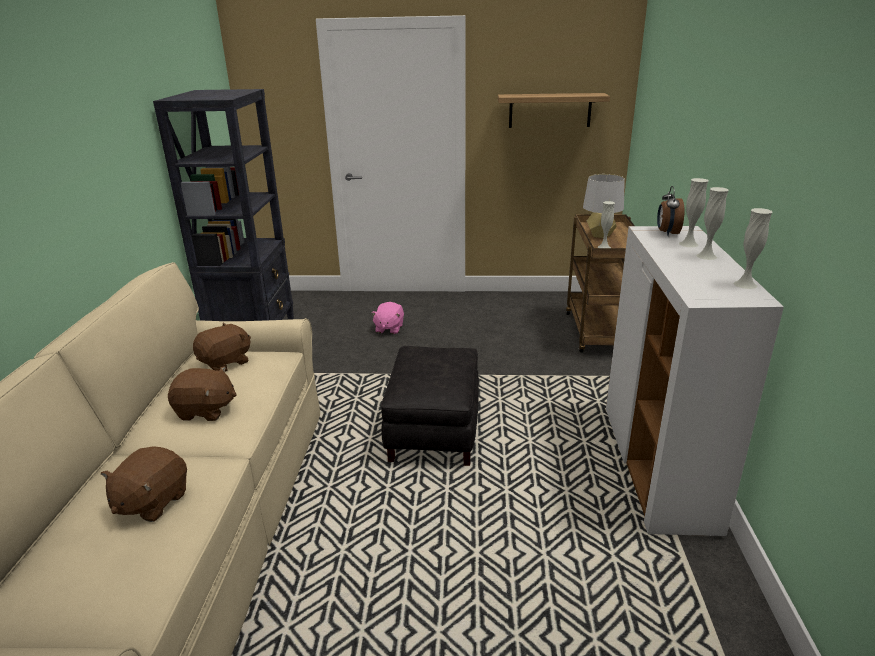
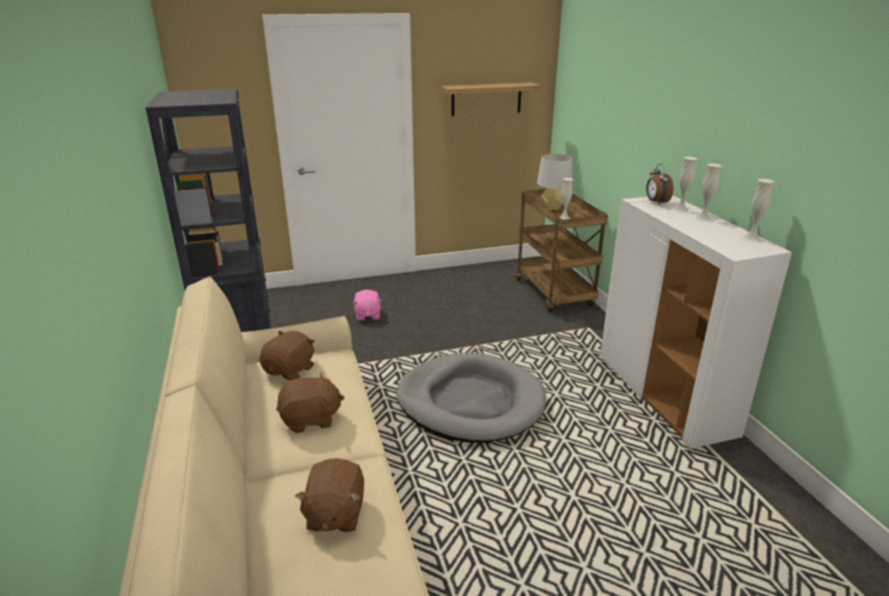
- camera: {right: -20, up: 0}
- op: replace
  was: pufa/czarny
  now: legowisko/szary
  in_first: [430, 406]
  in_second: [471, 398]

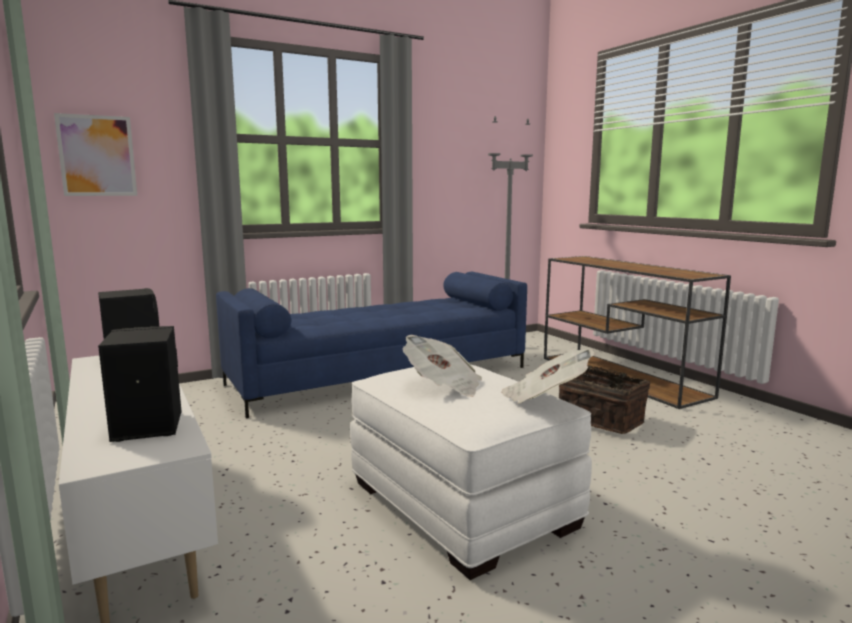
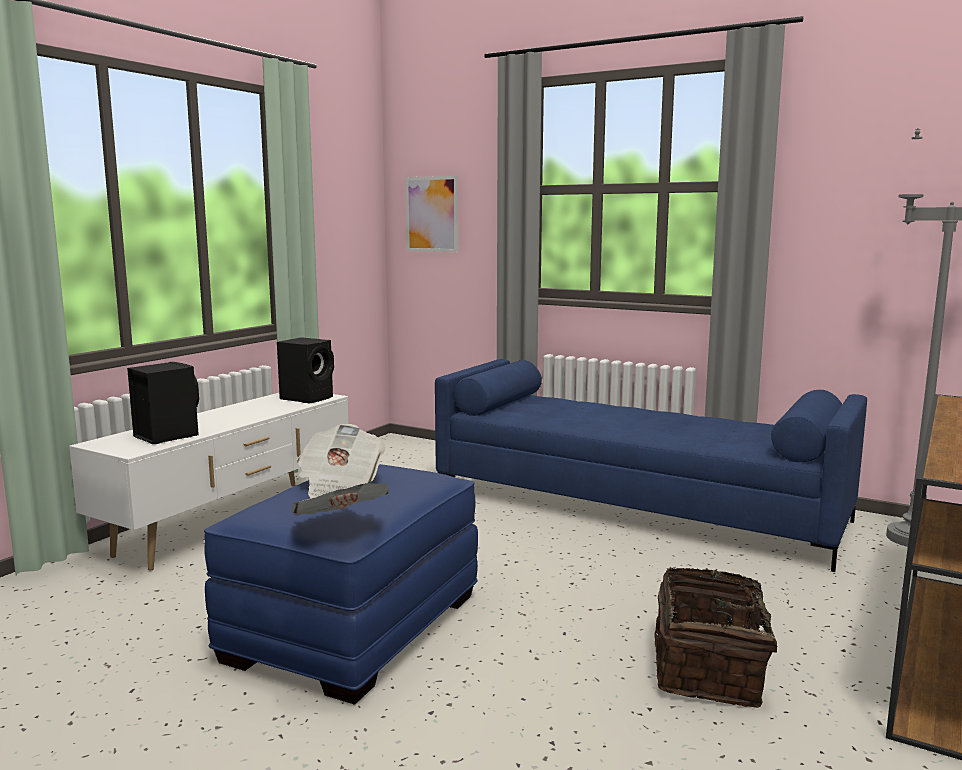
- camera: {right: 60, up: 0}
- op: recolor
  was: pufa/biały
  now: pufa/niebieski
  in_first: [471, 472]
  in_second: [341, 584]

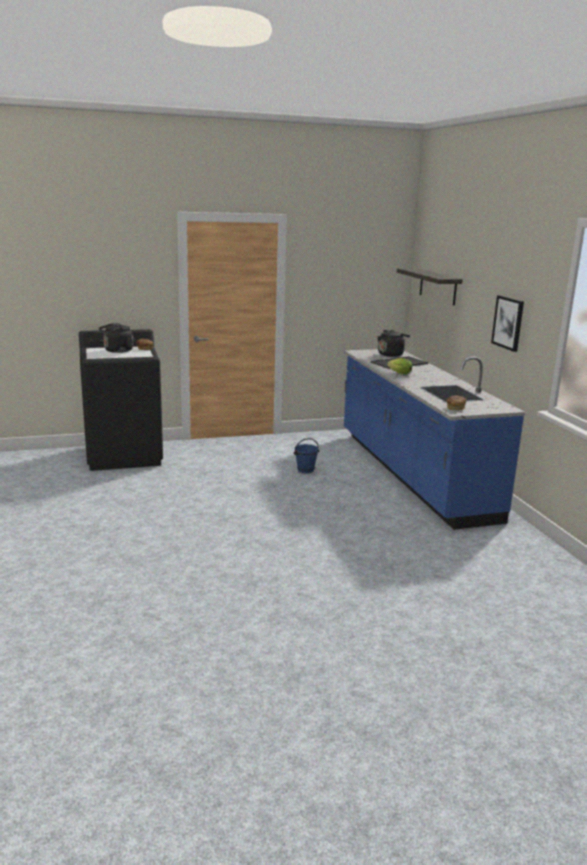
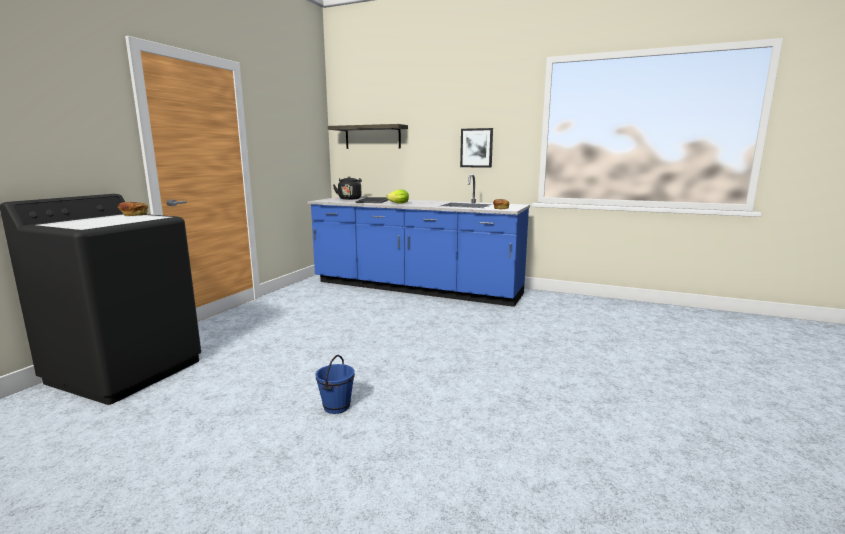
- camera: {right: -50, up: -5}
- op: delete
  was: czajnik/czarny
  in_first: [116, 338]
- op: move
  was: wiadro/niebieski
  in_first: [306, 455]
  in_second: [335, 384]

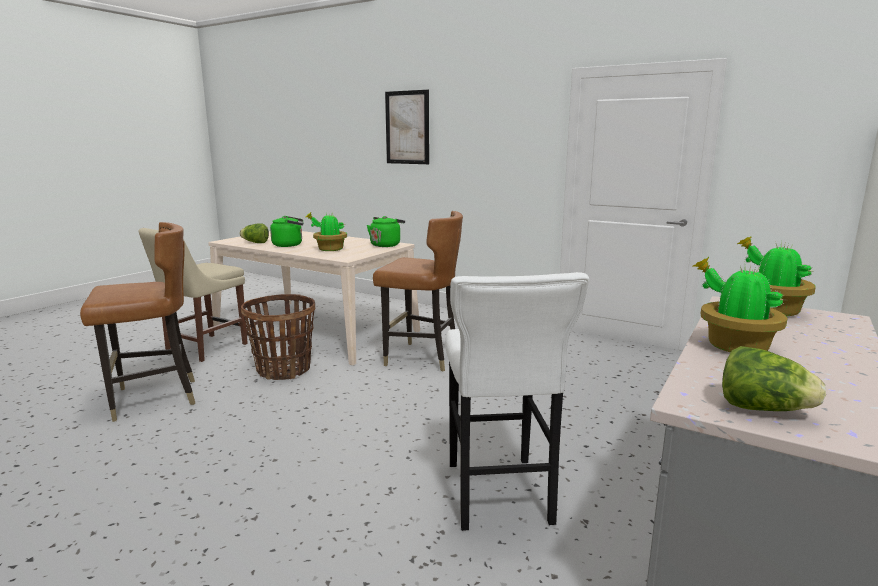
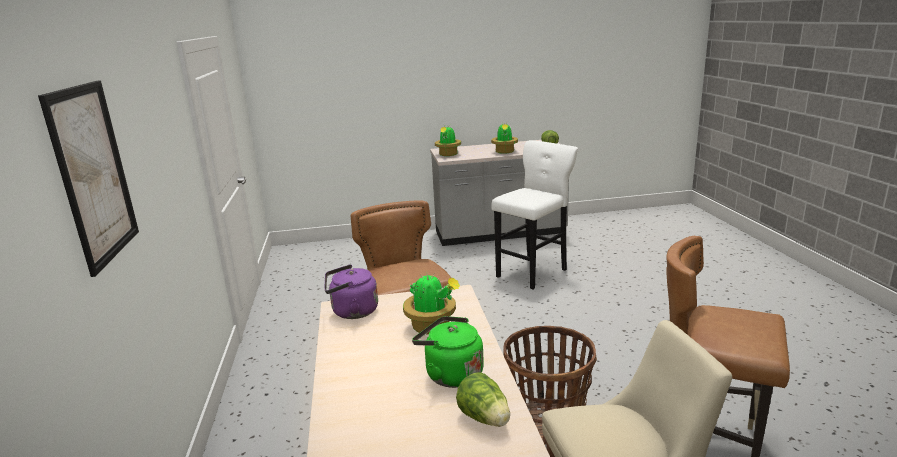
- camera: {right: -130, up: 5}
- op: recolor
  was: czajnik/zielony
  now: czajnik/fioletowy
  in_first: [386, 231]
  in_second: [351, 291]

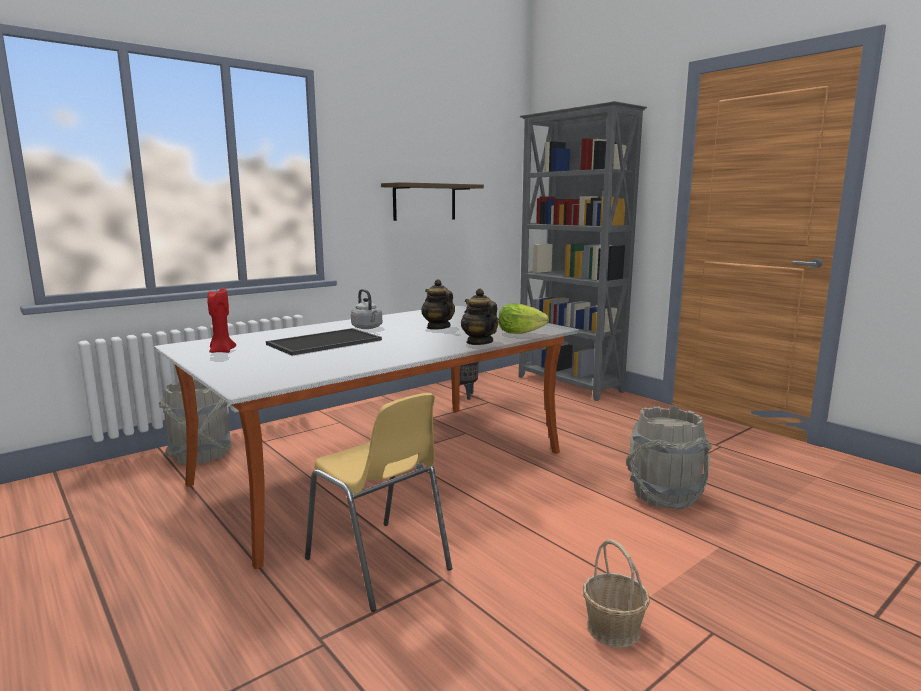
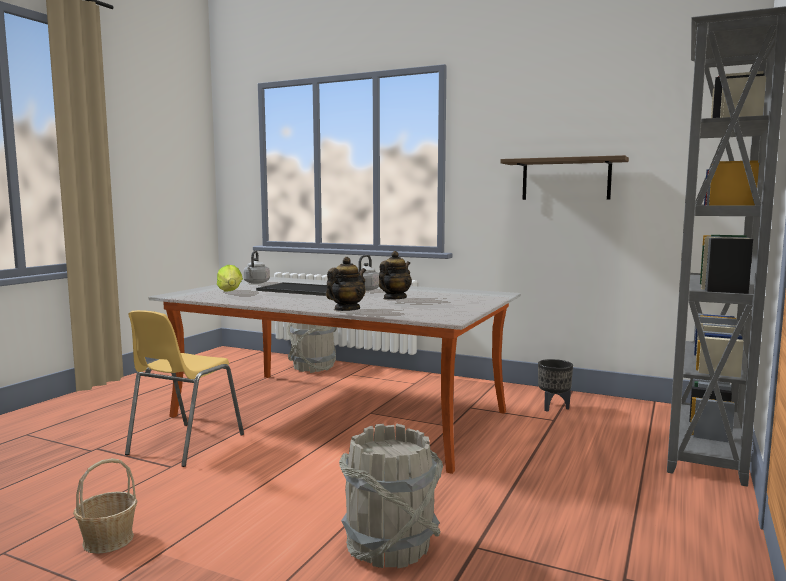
- camera: {right: 65, up: -5}
- op: replace
  was: świeca/czerwony
  now: czajnik/szary
  in_first: [221, 320]
  in_second: [256, 267]
- op: move
  was: sałata
  in_first: [524, 318]
  in_second: [230, 278]

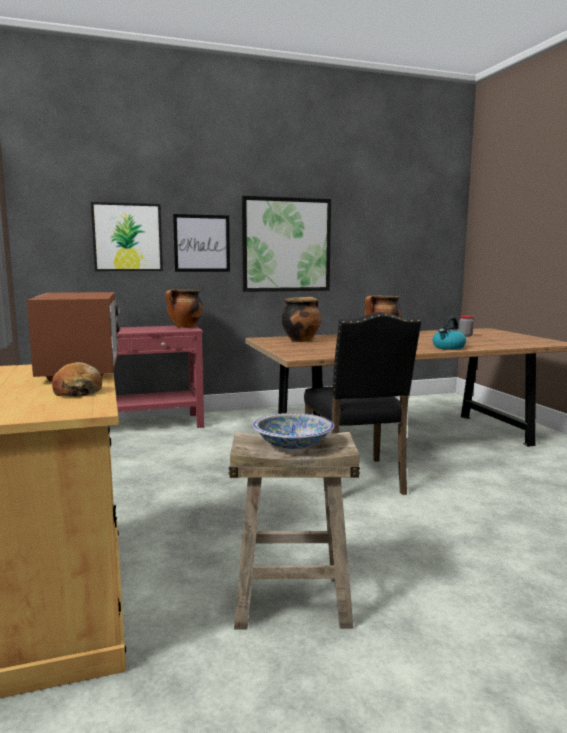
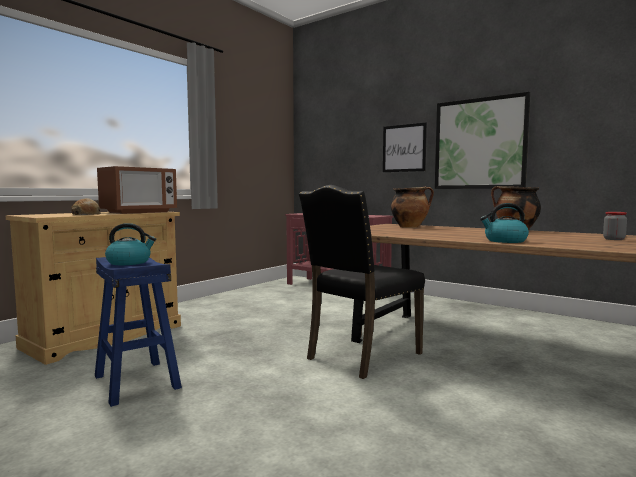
- camera: {right: 55, up: -5}
- op: delete
  was: obraz
  in_first: [127, 236]
- op: delete
  was: garnek
  in_first: [184, 308]
- op: replace
  was: miska
  now: czajnik
  in_first: [293, 431]
  in_second: [130, 244]
- op: recolor
  was: stołek/beżowy
  now: stołek/niebieski
  in_first: [294, 530]
  in_second: [138, 332]

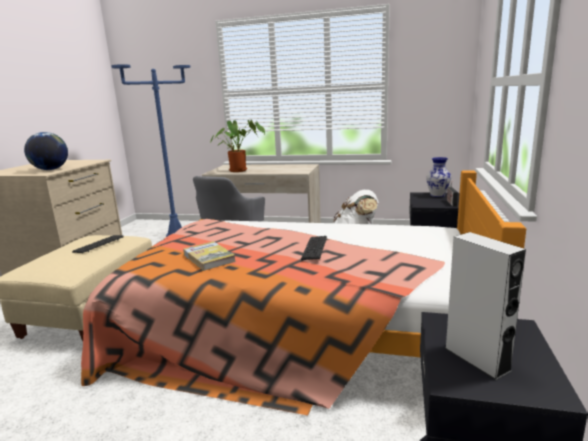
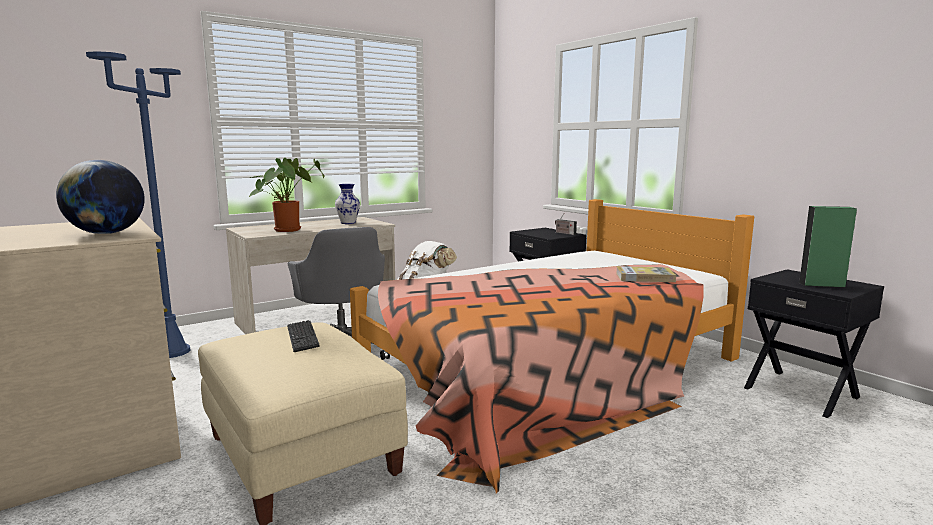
- camera: {right: -50, up: -5}
- op: move
  was: wazon
  in_first: [438, 177]
  in_second: [347, 204]
- op: recolor
  was: głośnik/szary
  now: głośnik/zielony
  in_first: [485, 306]
  in_second: [827, 247]
- op: delete
  was: klawiatura
  in_first: [314, 248]
- op: move
  was: książka
  in_first: [209, 256]
  in_second: [646, 274]

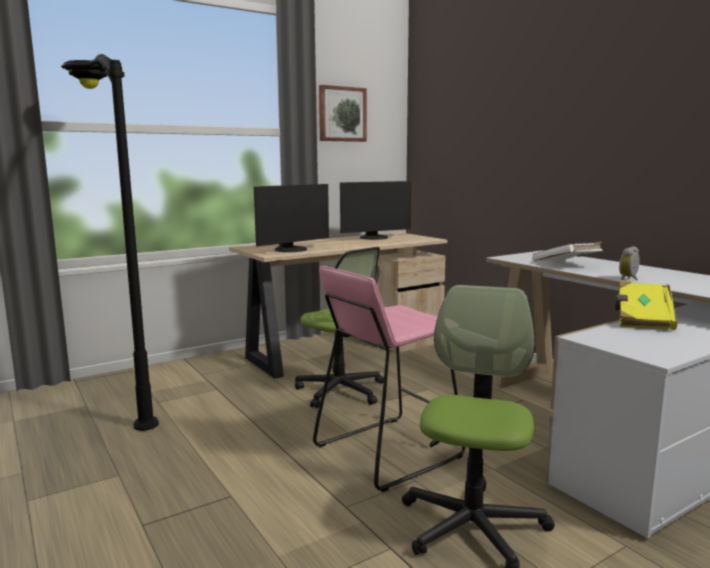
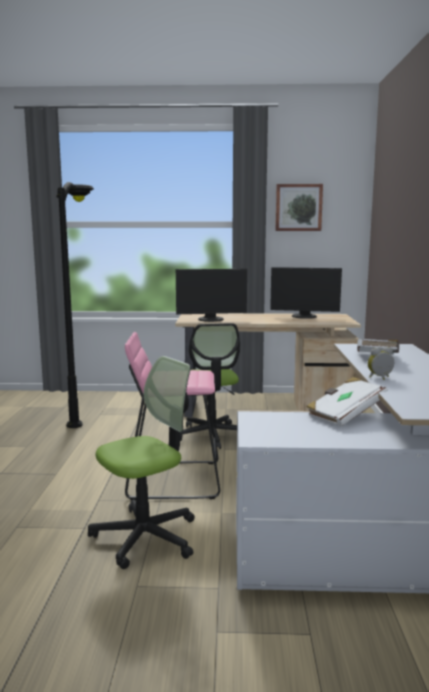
- camera: {right: 35, up: 0}
- op: recolor
  was: książka/żółty
  now: książka/biały
  in_first: [646, 305]
  in_second: [347, 402]

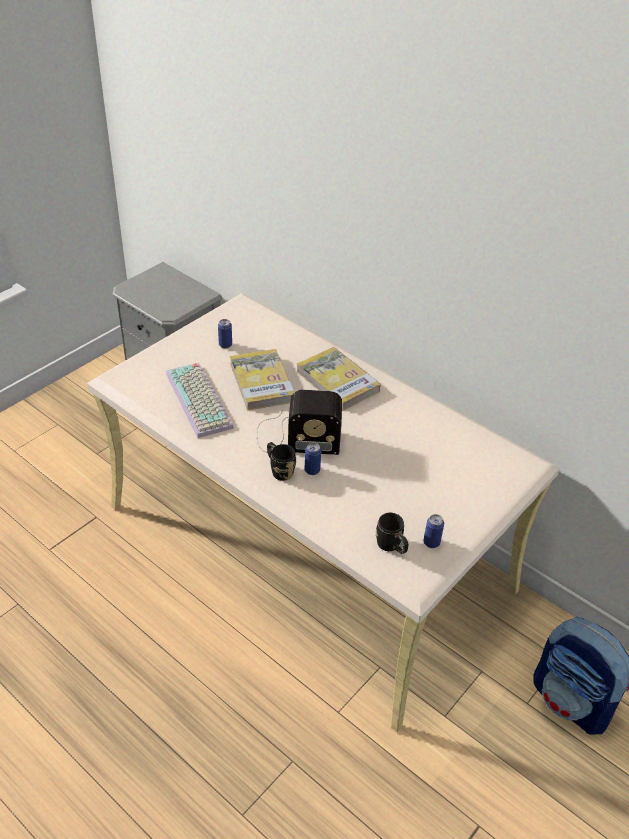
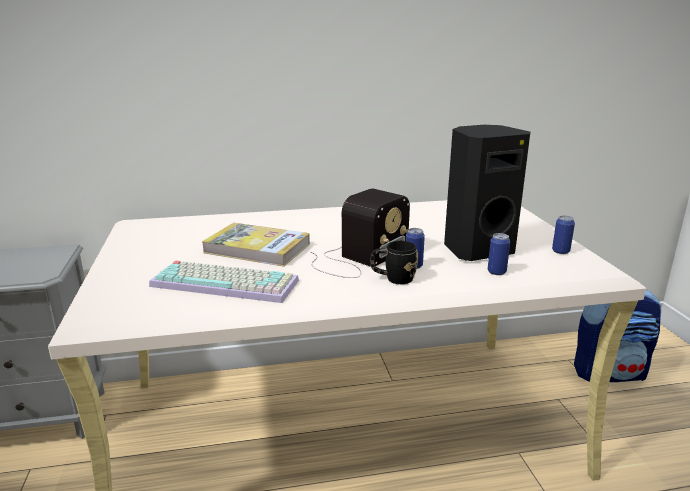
- camera: {right: -50, up: -20}
- op: move
  was: puszka
  in_first: [225, 333]
  in_second: [499, 254]
- op: delete
  was: książka
  in_first: [338, 379]
- op: delete
  was: kubek/czarny
  in_first: [392, 533]
- op: insert
  now: głośnik/czarny
  in_second: [487, 193]

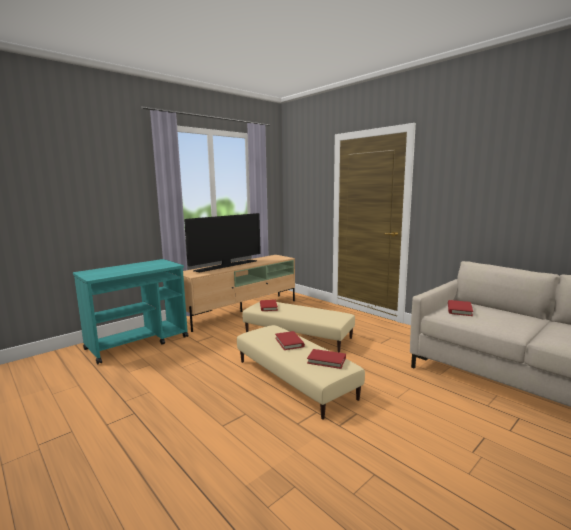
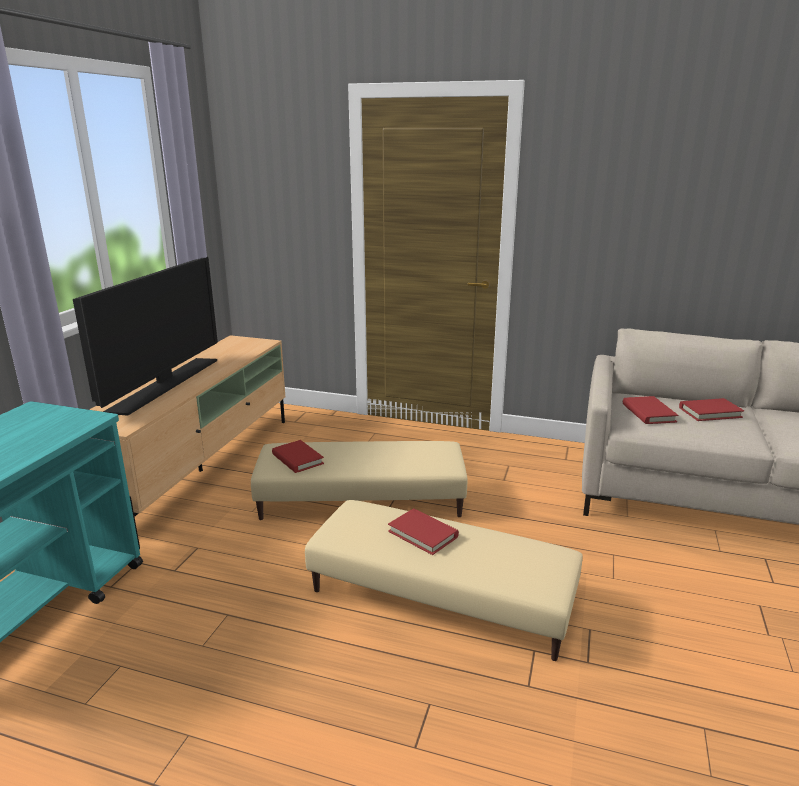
- camera: {right: -30, up: 10}
- op: move
  was: książka/czerwony
  in_first: [326, 359]
  in_second: [711, 409]

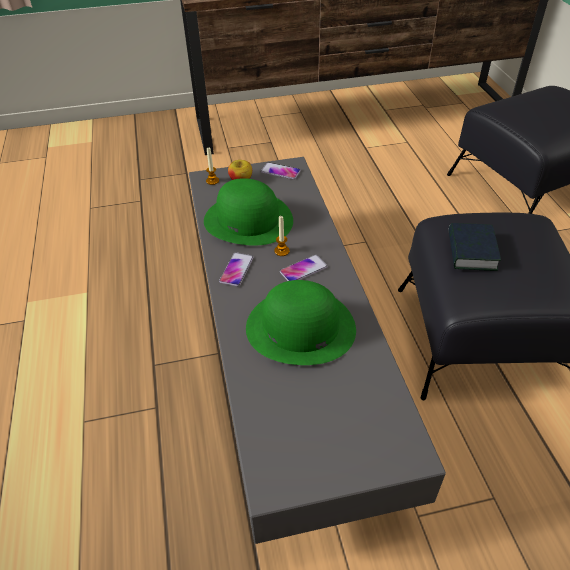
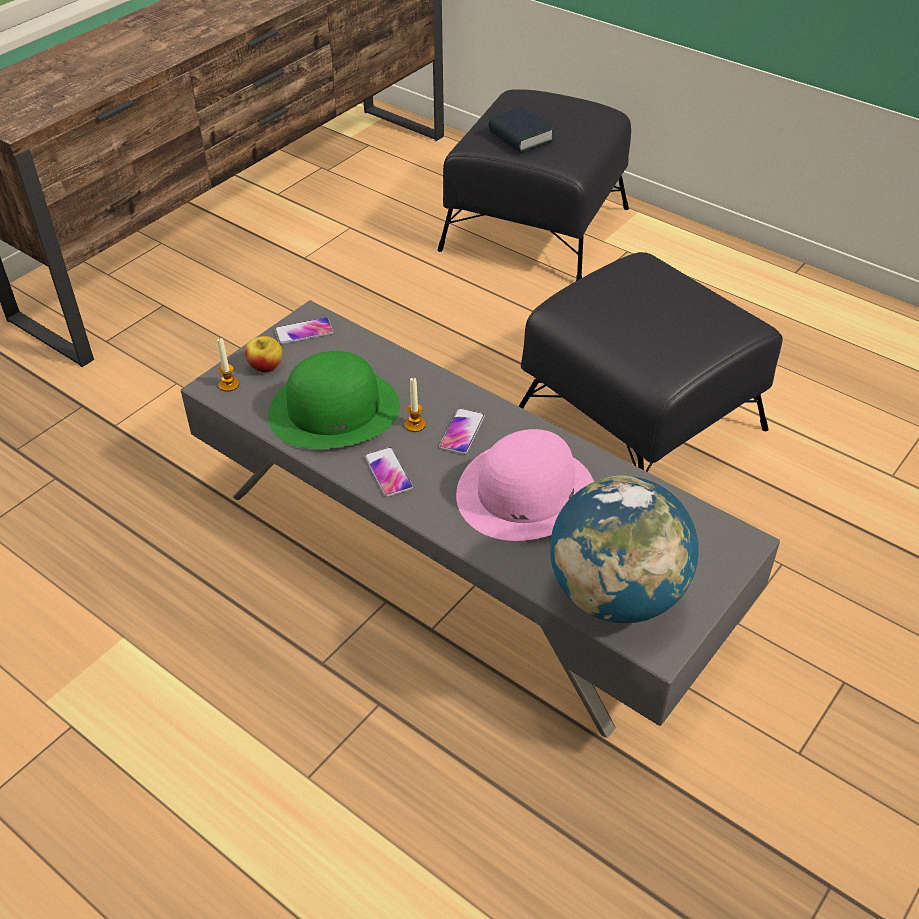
- camera: {right: -40, up: 0}
- op: move
  was: książka
  in_first: [475, 247]
  in_second: [521, 130]
- op: recolor
  was: kapelusz/zielony
  now: kapelusz/różowy
  in_first: [301, 322]
  in_second: [525, 485]
- op: insert
  now: globus
  in_second: [624, 549]

